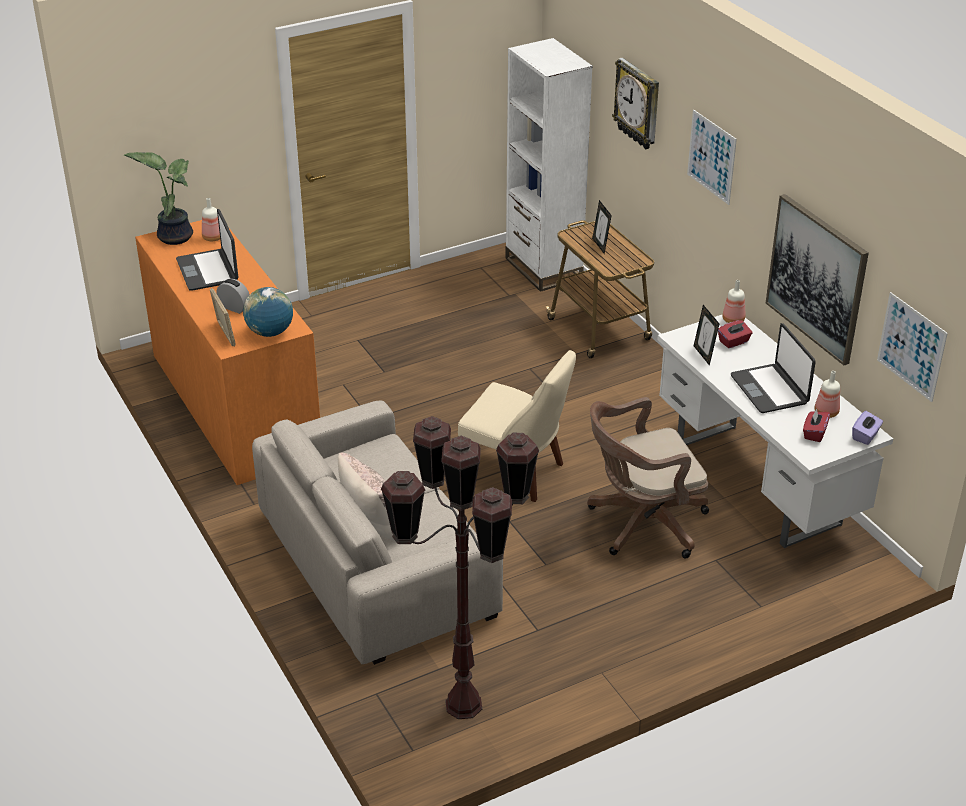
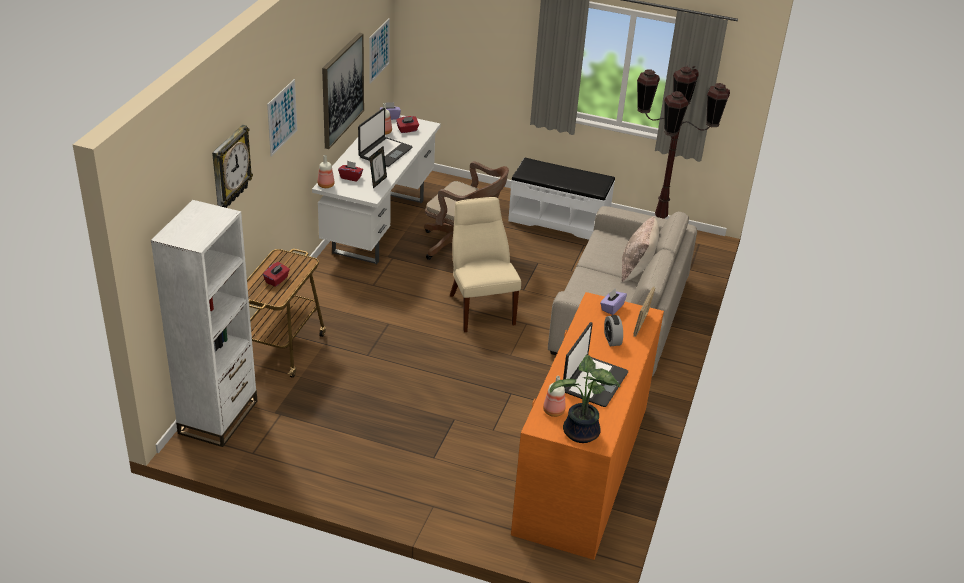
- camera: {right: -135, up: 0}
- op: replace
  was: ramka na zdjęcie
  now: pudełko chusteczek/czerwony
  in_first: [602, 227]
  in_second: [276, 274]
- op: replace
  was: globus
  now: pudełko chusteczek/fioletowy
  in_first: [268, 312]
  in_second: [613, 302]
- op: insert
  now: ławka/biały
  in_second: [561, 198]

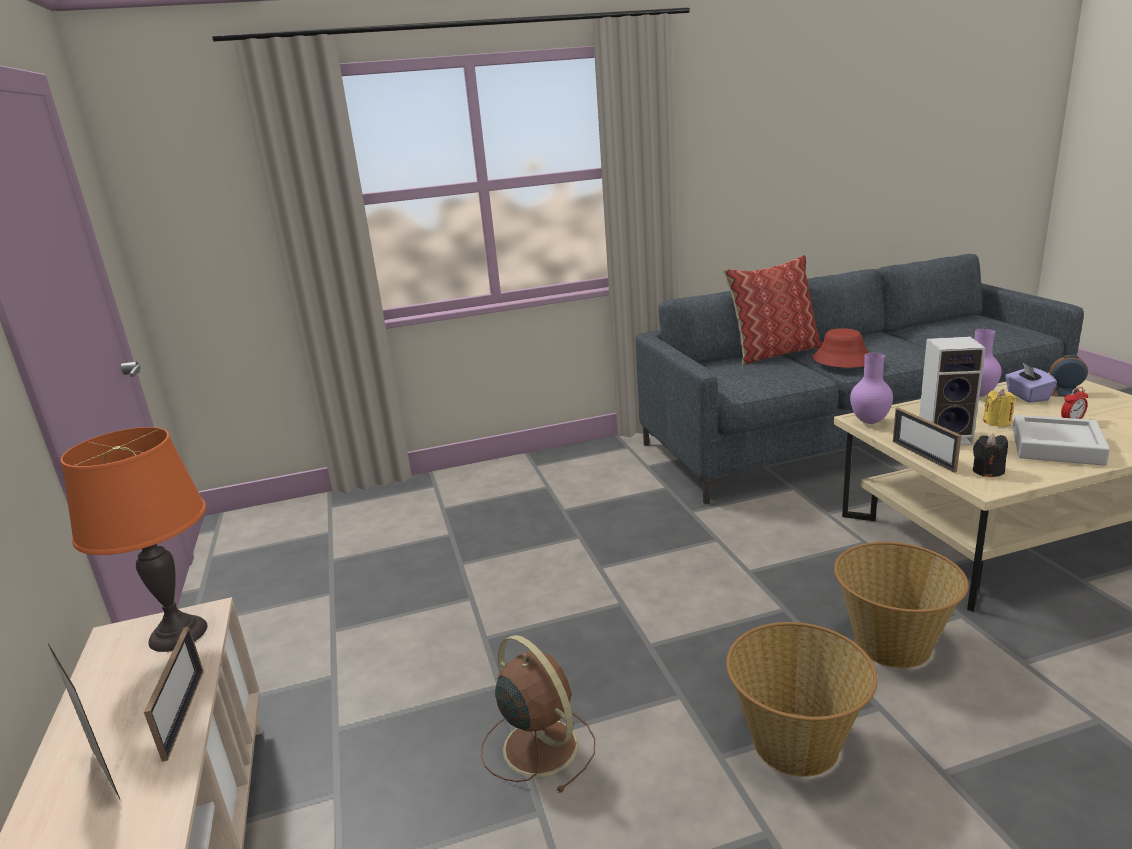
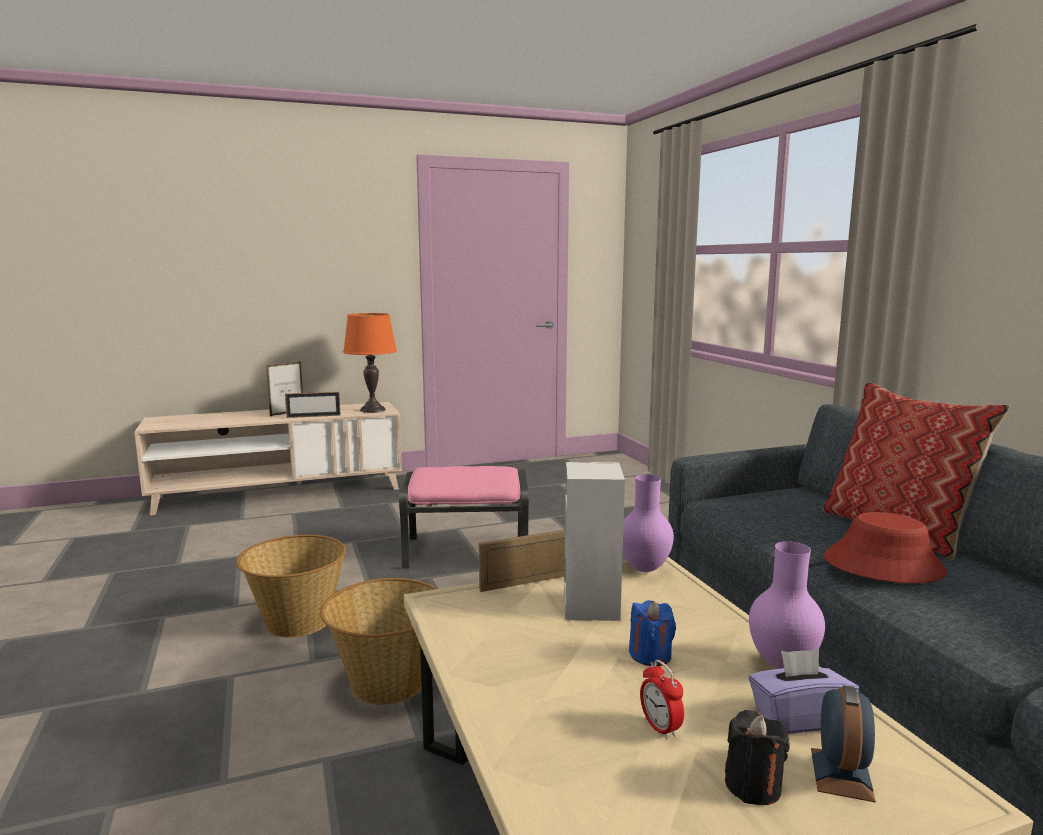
- camera: {right: 85, up: -10}
- op: recolor
  was: świeca/żółty
  now: świeca/niebieski
  in_first: [999, 408]
  in_second: [652, 633]
- op: delete
  was: taca/szary
  in_first: [1061, 440]
- op: move
  was: świeca/czarny
  in_first: [990, 455]
  in_second: [757, 757]
- op: delete
  was: wentylator/brązowy
  in_first: [538, 714]
- op: insert
  now: pufa/różowy
  in_second: [464, 517]

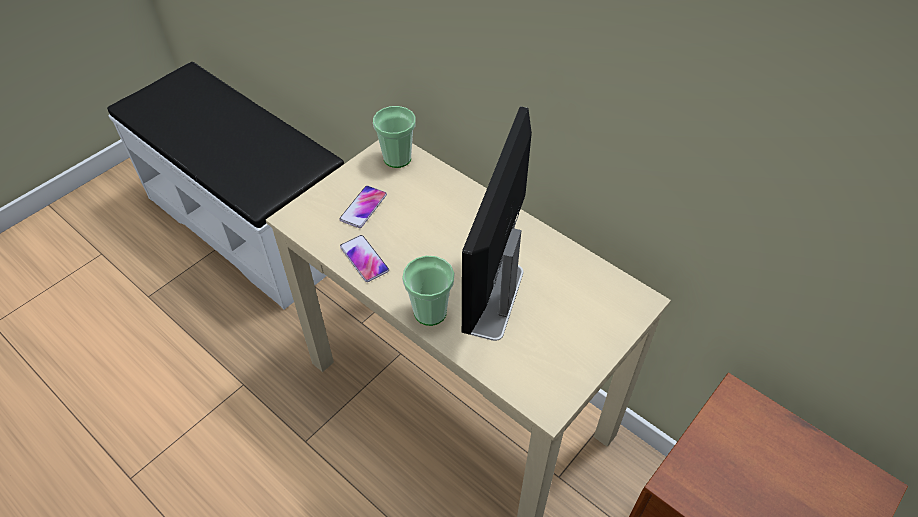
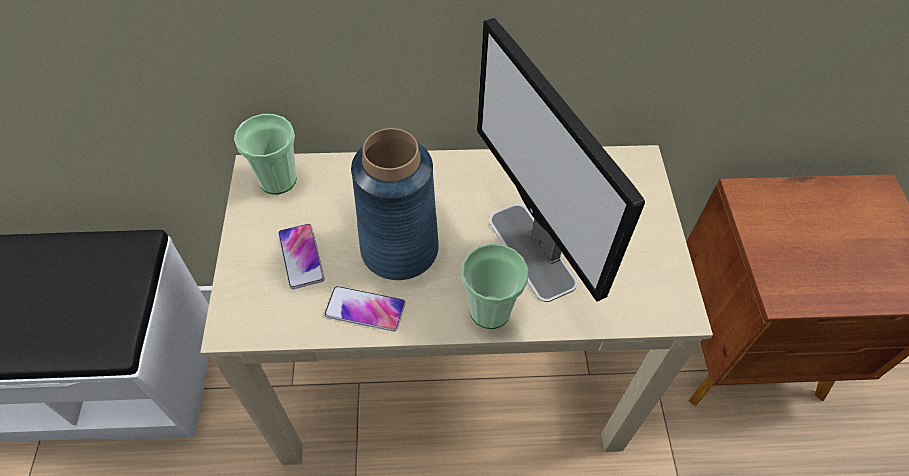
- camera: {right: -45, up: 5}
- op: insert
  now: wazon/niebieski
  in_second: [395, 204]

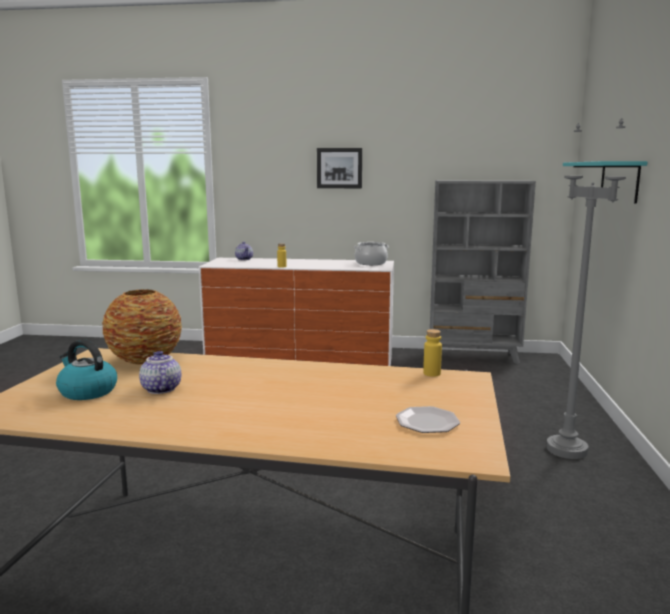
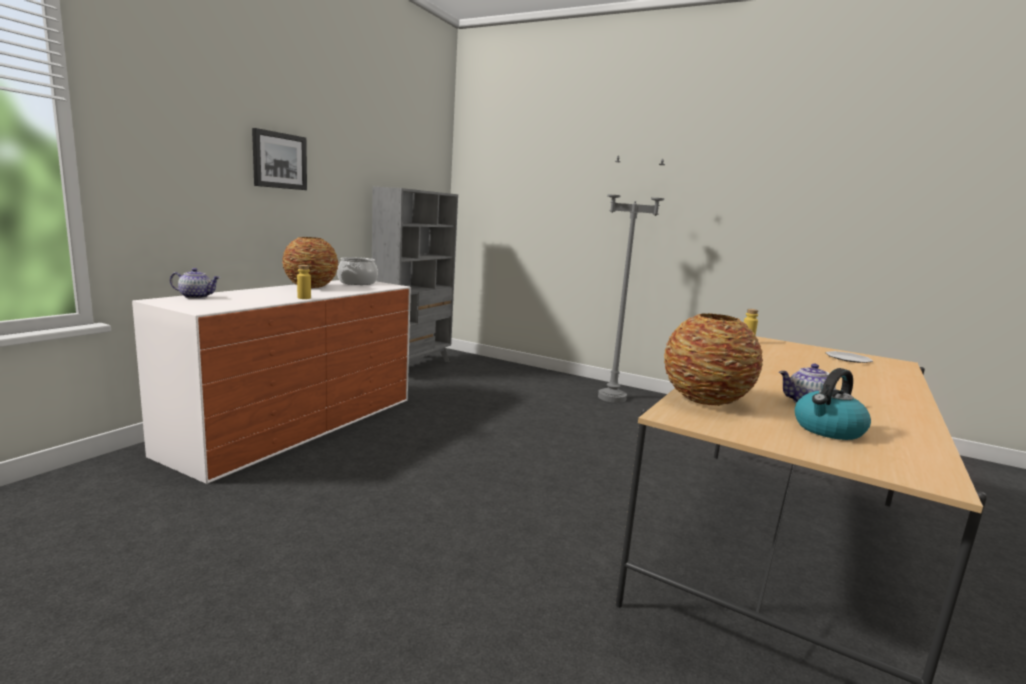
- camera: {right: -70, up: 0}
- op: delete
  was: półka/turkusowy
  in_first: [605, 182]
- op: insert
  now: wazon
  in_second: [310, 262]

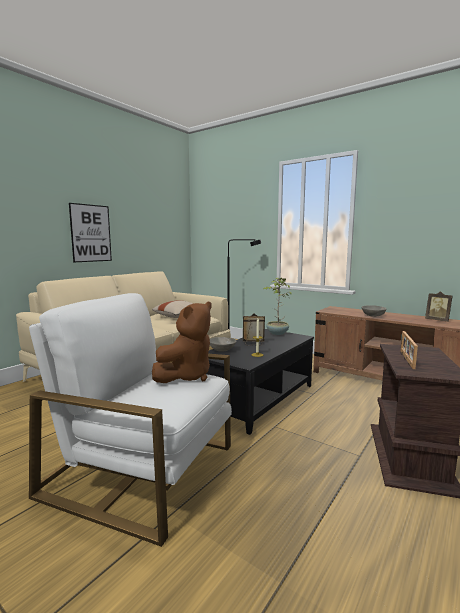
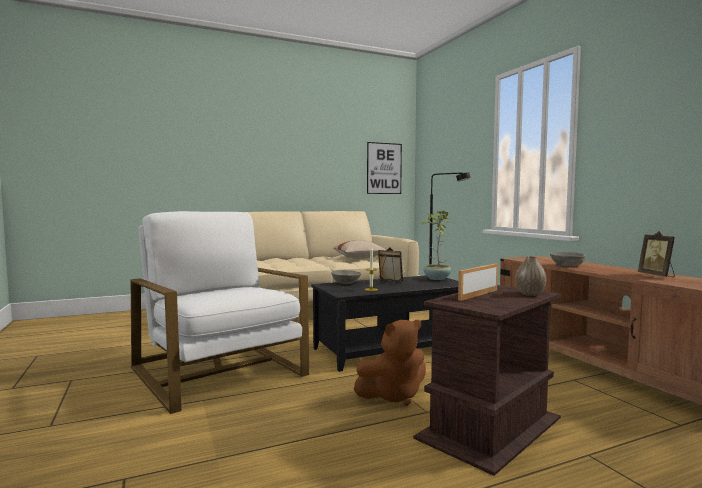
- camera: {right: 30, up: -5}
- op: move
  was: obraz
  in_first: [90, 232]
  in_second: [384, 168]
- op: move
  was: pluszak/brązowy
  in_first: [182, 342]
  in_second: [390, 363]
- op: insert
  now: wazon
  in_second: [530, 276]

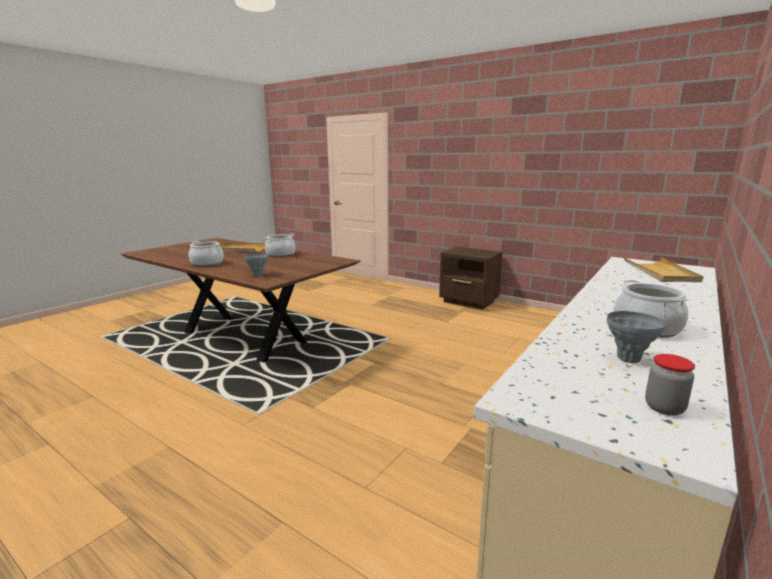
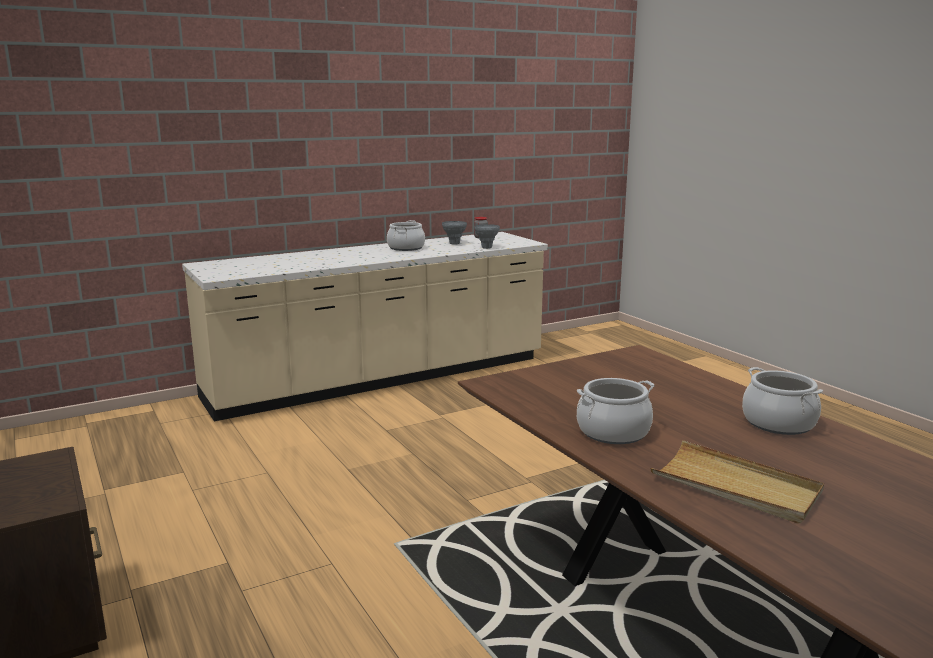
- camera: {right: -155, up: 0}
- op: move
  was: wazon/szary
  in_first: [256, 264]
  in_second: [487, 236]
- op: delete
  was: taca/beżowy
  in_first: [664, 270]

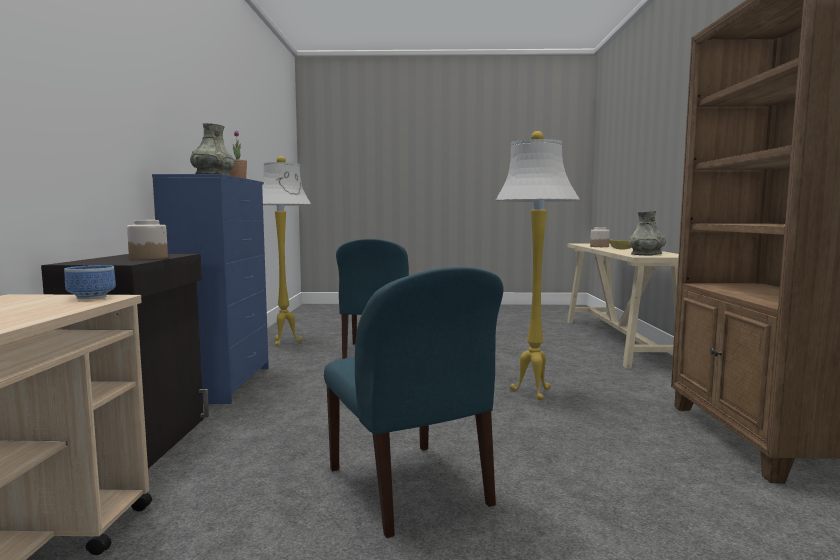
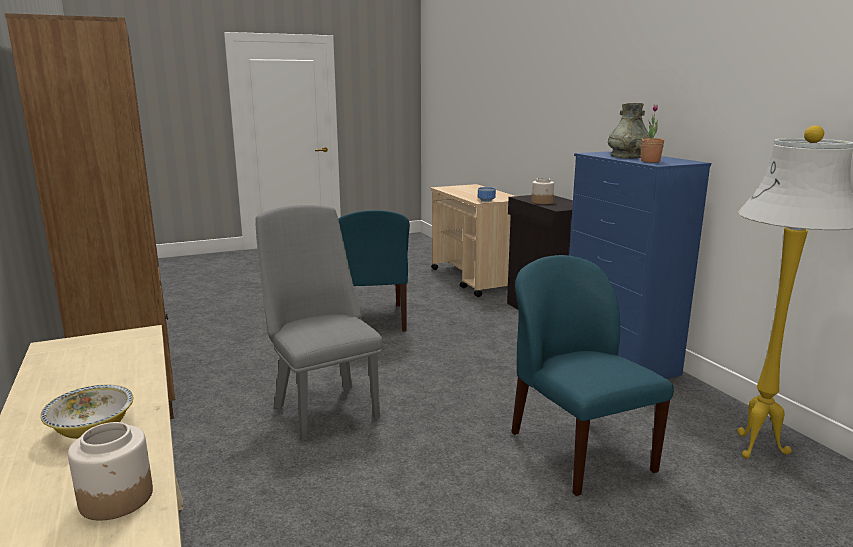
- camera: {right: 155, up: 10}
- op: replace
  was: lampa stojąca/biały
  now: krzesło/szary
  in_first: [538, 265]
  in_second: [319, 323]
- op: delete
  was: wazon/szary
  in_first: [647, 233]
- op: rotate
  was: krzesło/niebieski
  in_first: [414, 402]
  in_second: [374, 271]
  clockwise: -135

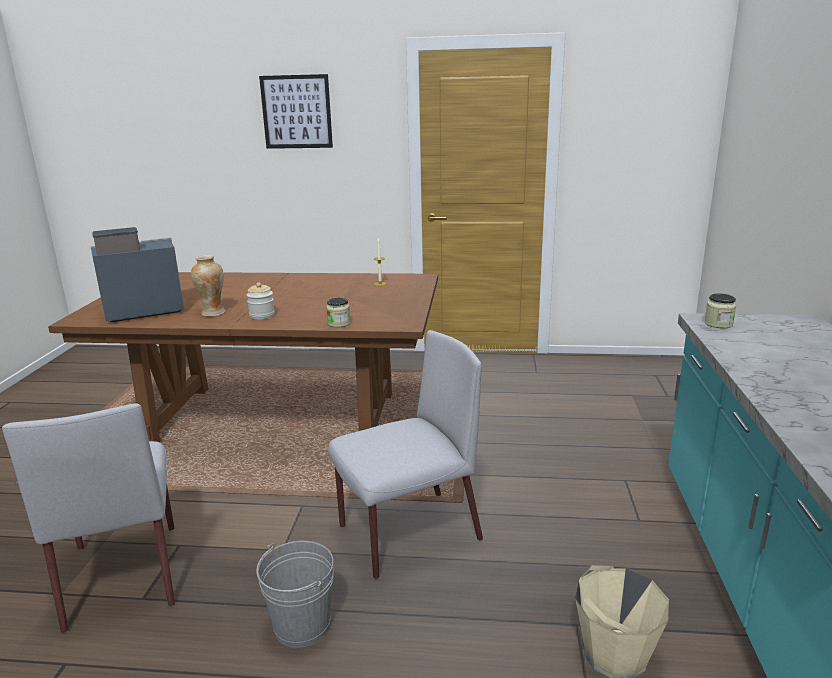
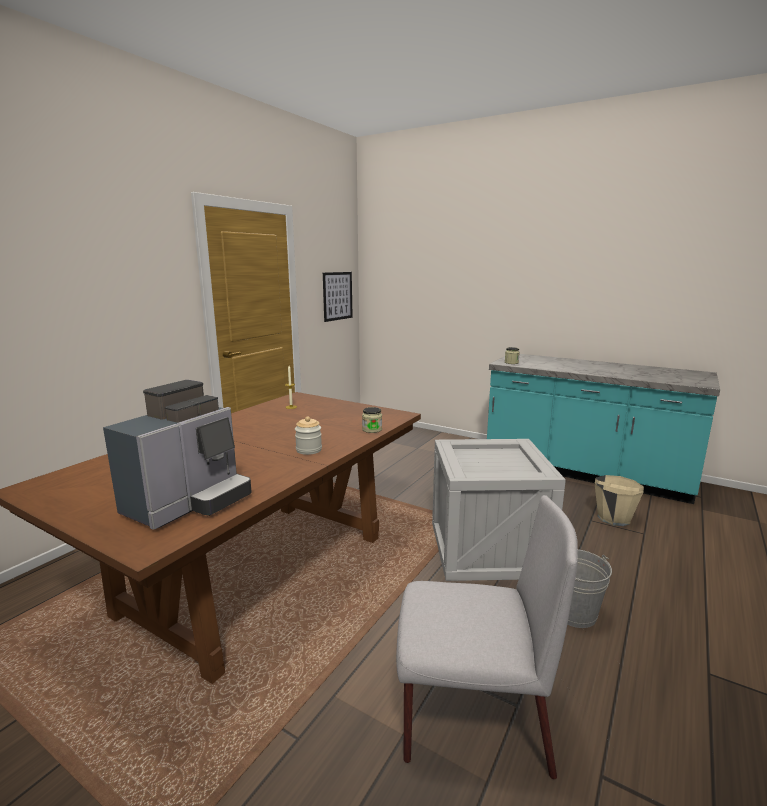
- camera: {right: -65, up: -5}
- op: move
  was: obraz
  in_first: [296, 111]
  in_second: [338, 297]
- op: rotate
  was: ekspres do kawy
  in_first: [137, 274]
  in_second: [177, 455]
  clockwise: -150
- op: delete
  was: wazon
  in_first: [208, 286]
- op: replace
  was: krzesło/szary
  now: skrzynka
  in_first: [405, 454]
  in_second: [499, 510]

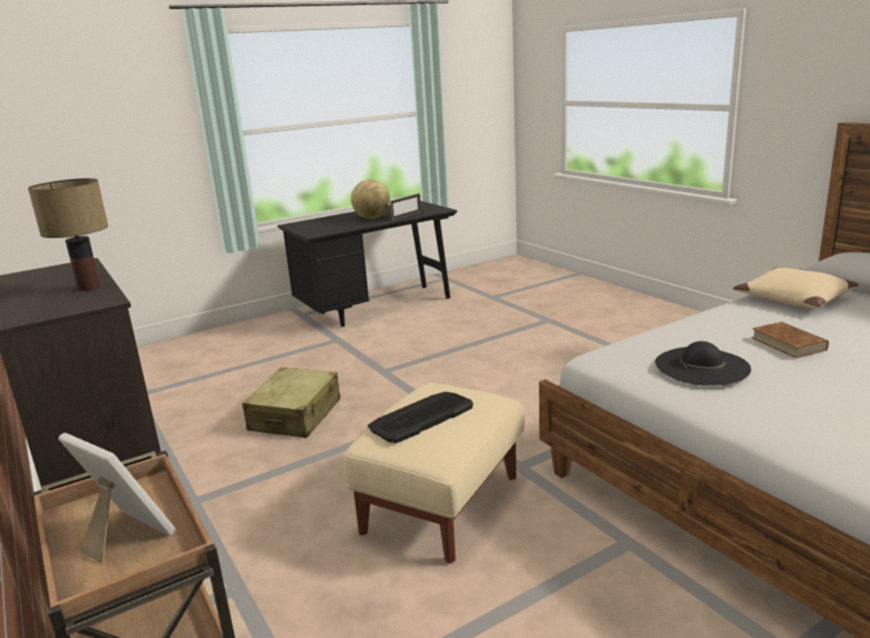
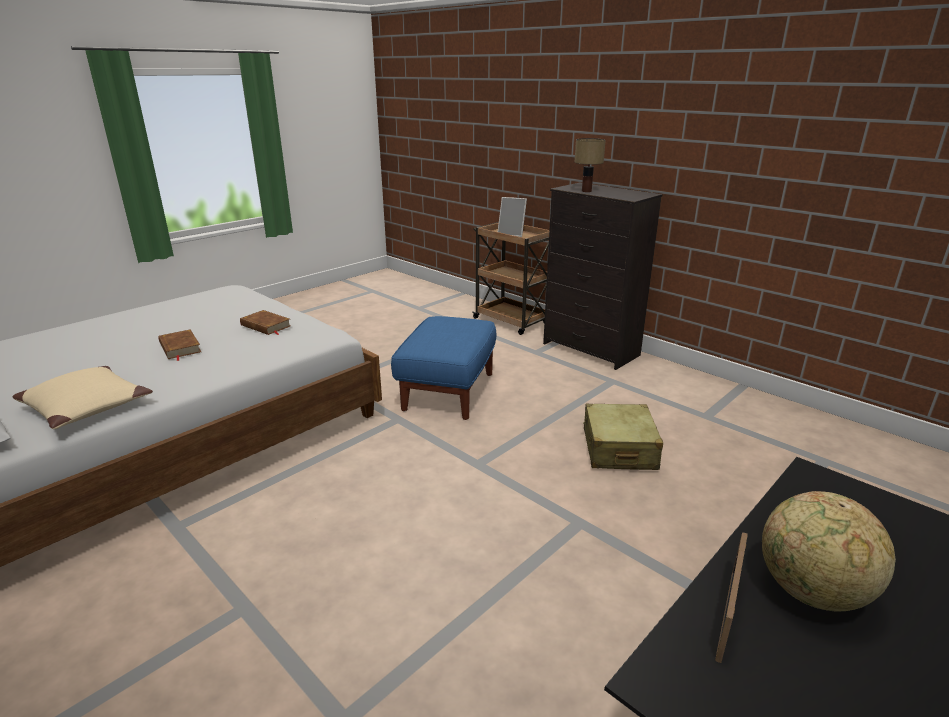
- camera: {right: 165, up: 5}
- op: replace
  was: kapelusz/czarny
  now: książka/brązowy
  in_first: [703, 363]
  in_second: [265, 322]
- op: recolor
  was: pufa/beżowy
  now: pufa/niebieski
  in_first: [434, 473]
  in_second: [443, 368]
- op: delete
  was: klawiatura
  in_first: [420, 417]

